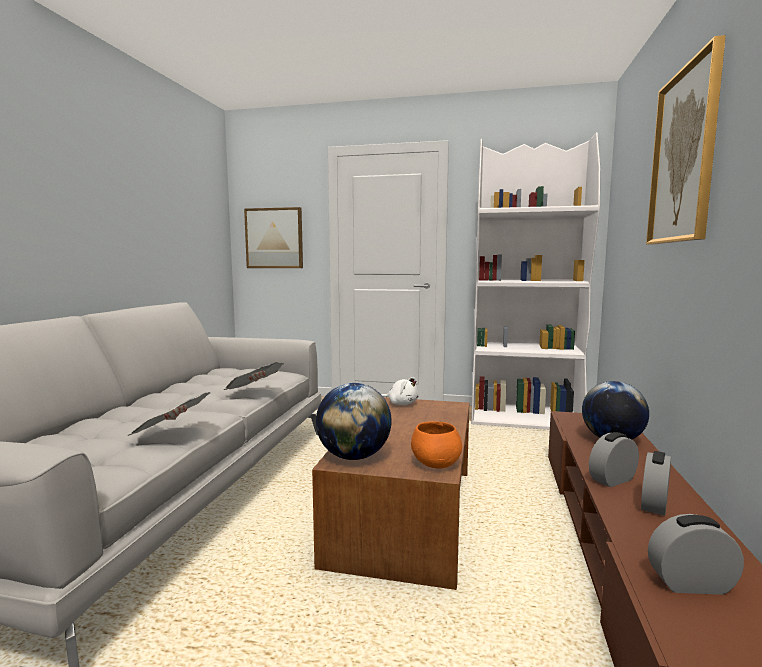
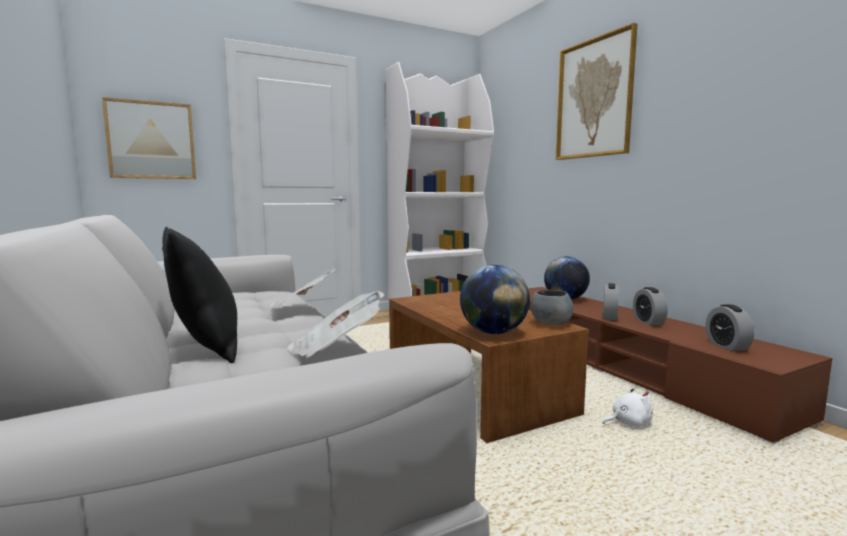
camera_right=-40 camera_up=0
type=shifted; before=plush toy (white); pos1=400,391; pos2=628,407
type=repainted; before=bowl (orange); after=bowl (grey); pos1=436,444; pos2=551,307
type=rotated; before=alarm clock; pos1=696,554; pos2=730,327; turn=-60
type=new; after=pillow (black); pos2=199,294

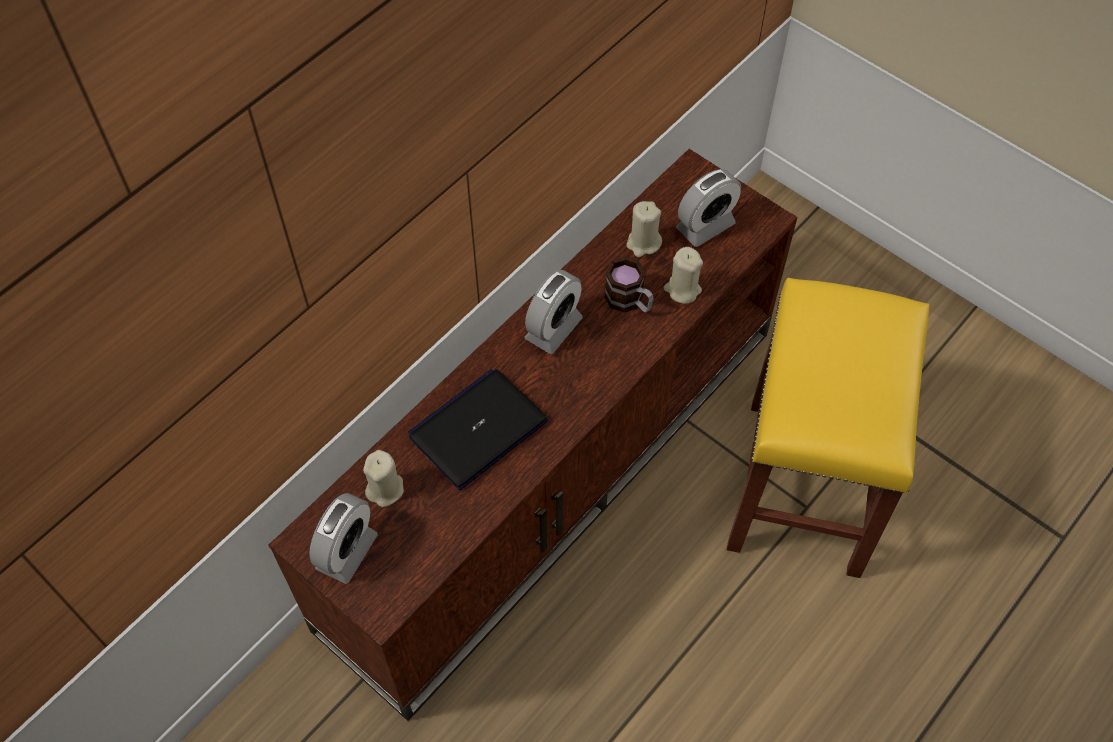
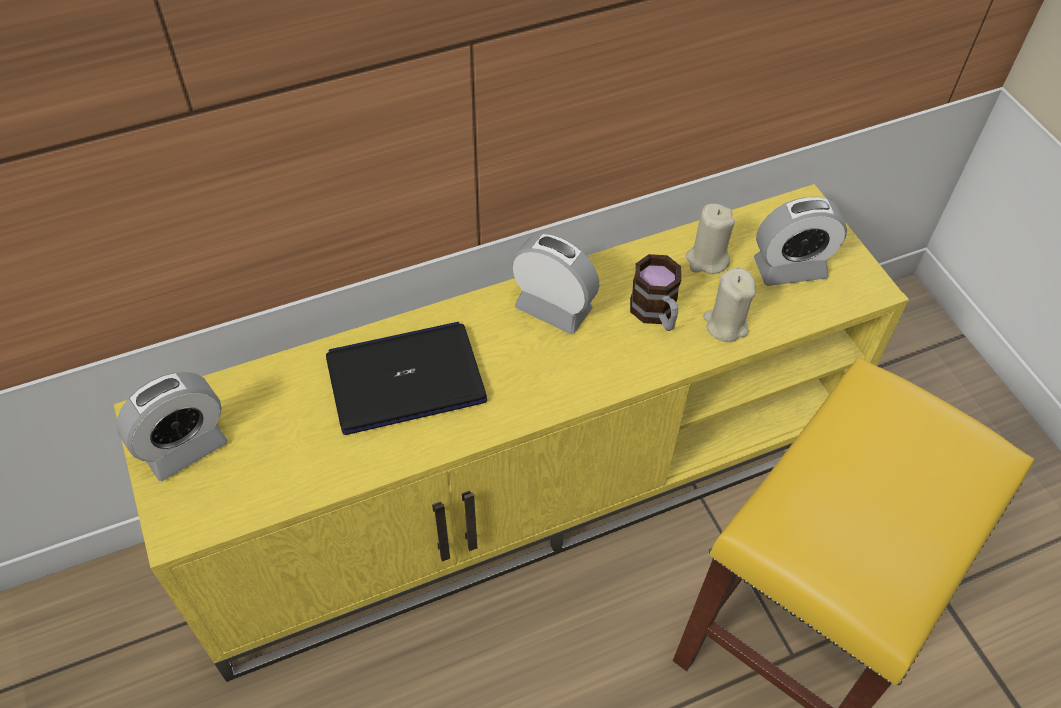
camera_right=25 camera_up=-5
type=repainted; before=tv stand (brown); after=tv stand (yellow); pos1=533,435; pos2=511,433
type=gone; before=candle (beige); pos1=383,478
type=rotated; before=alarm clock; pos1=554,312; pos2=555,284; turn=-120

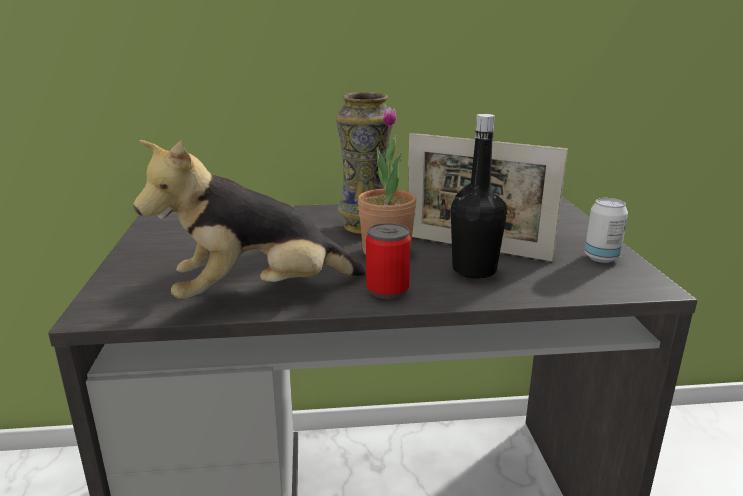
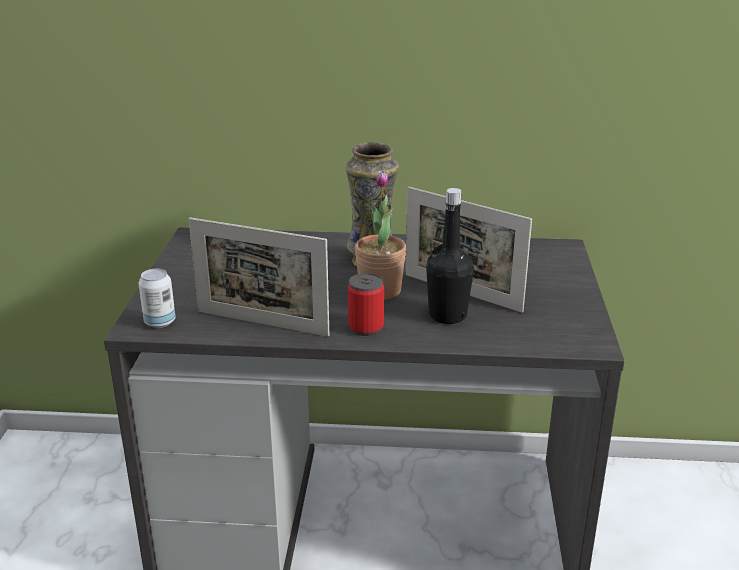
camera_right=10 camera_up=5
type=swapped; before=plush toy; after=picture frame; pos1=249,220; pos2=259,277
type=shifted; before=can; pos1=606,230; pos2=157,298

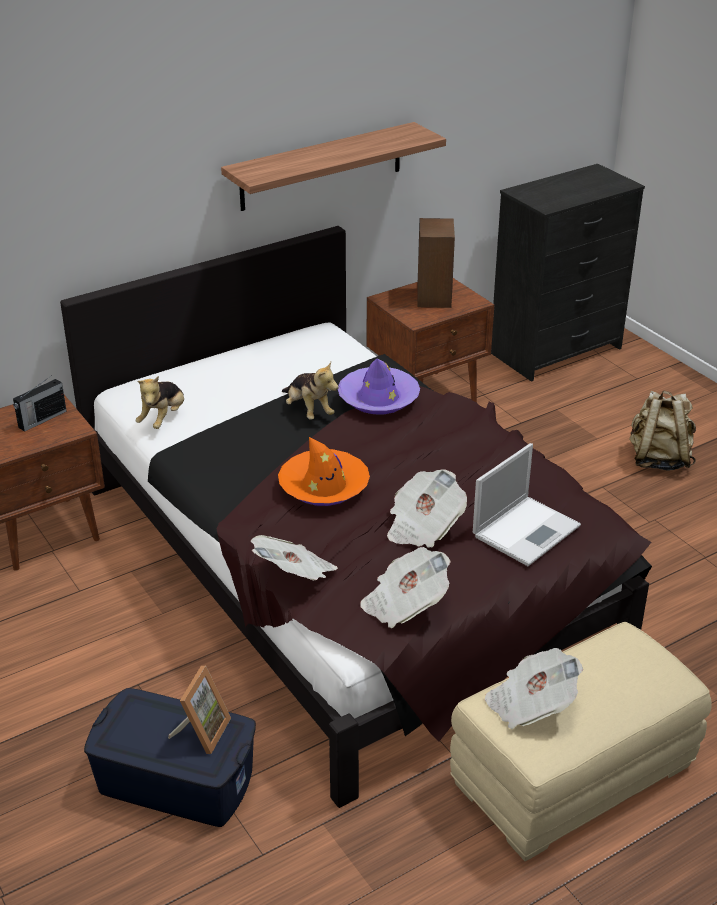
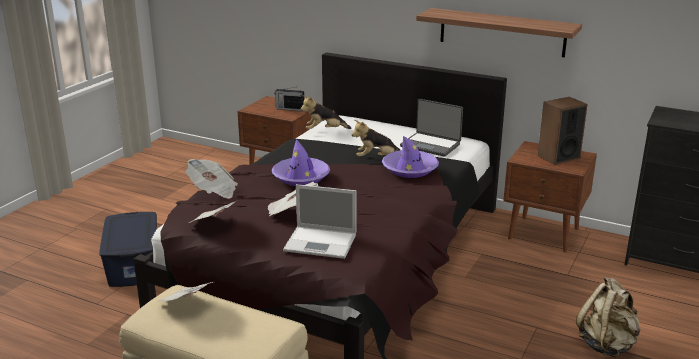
camera_right=60 camera_up=-10
type=gone; before=picture frame; pos1=199,710
type=repainted; before=hat (orange); after=hat (purple); pos1=324,471; pos2=301,162
type=rotated; before=plush toy; pos1=310,391; pos2=376,138; turn=60
type=new; after=laptop; pos2=431,128

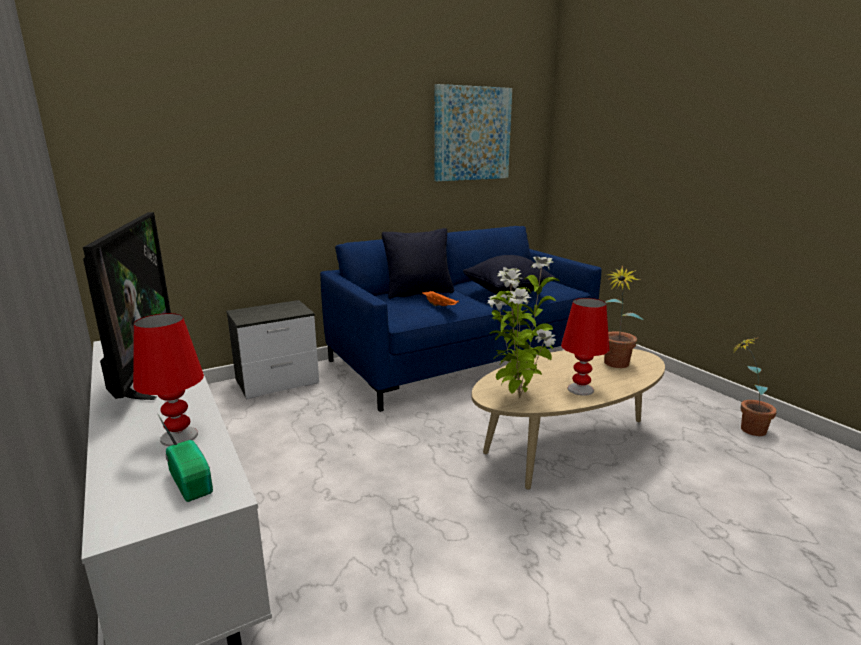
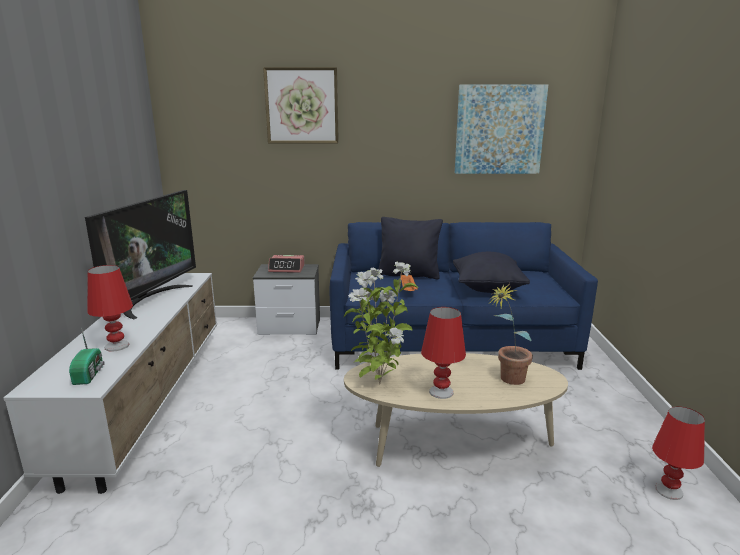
camera_right=30 camera_up=0
type=swapped; before=potted plant; after=table lamp (red); pos1=755,386; pos2=678,453
type=new; after=picture; pos2=301,105
type=new; after=alarm clock; pos2=286,264

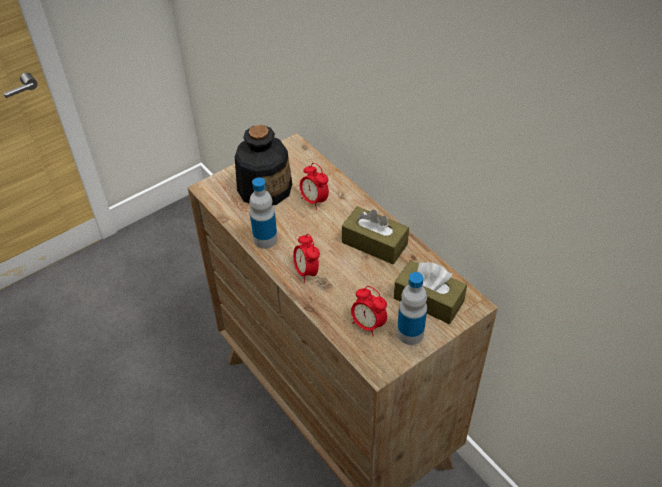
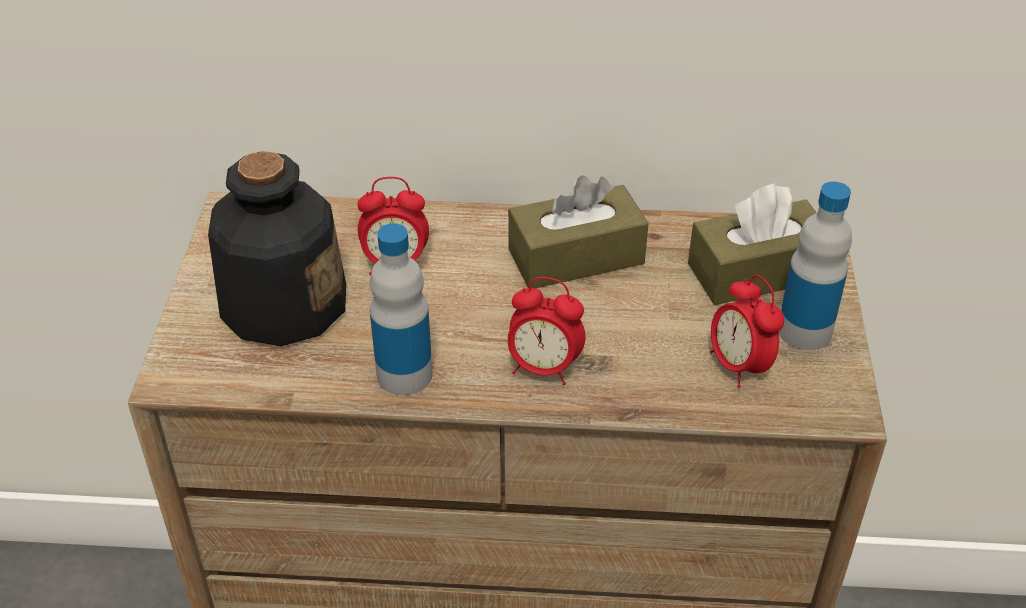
camera_right=-50 camera_up=-5
type=rotated; before=alarm clock; pos1=369,311; pos2=747,331; turn=75

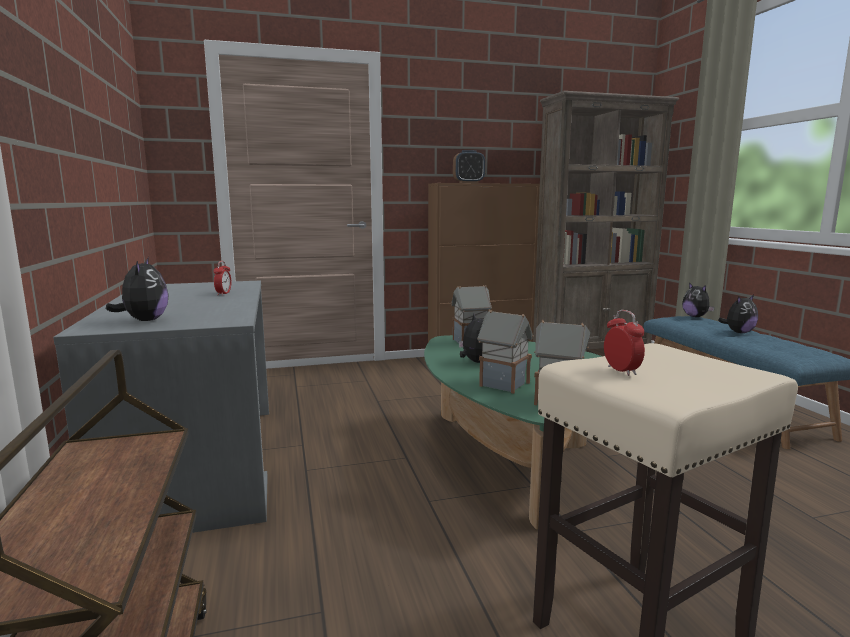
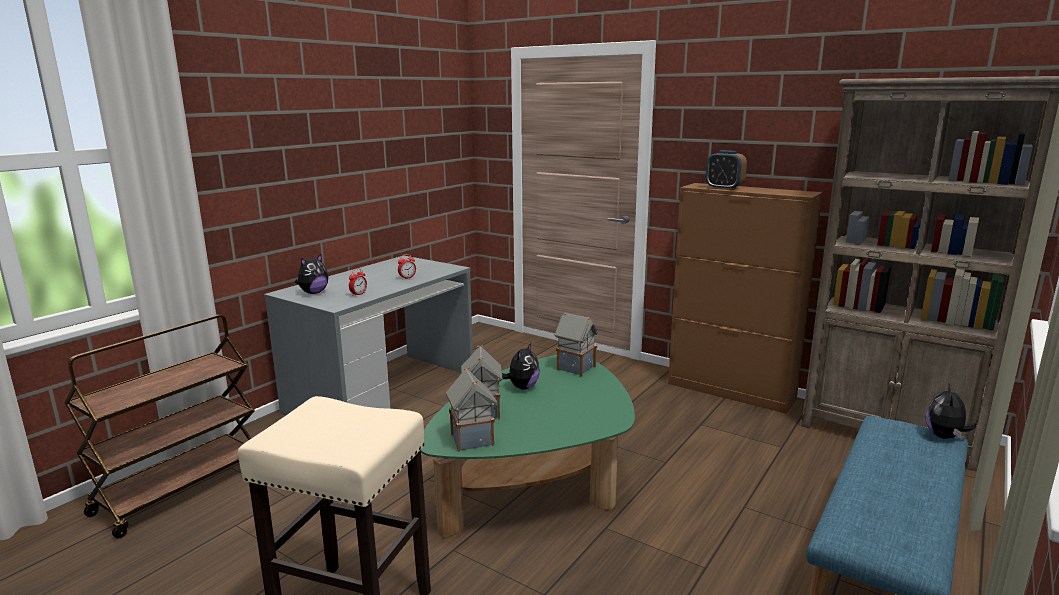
camera_right=50 camera_up=5
type=shifted; before=alarm clock; pos1=624,343; pos2=358,282
type=gone; before=plush toy; pos1=738,314

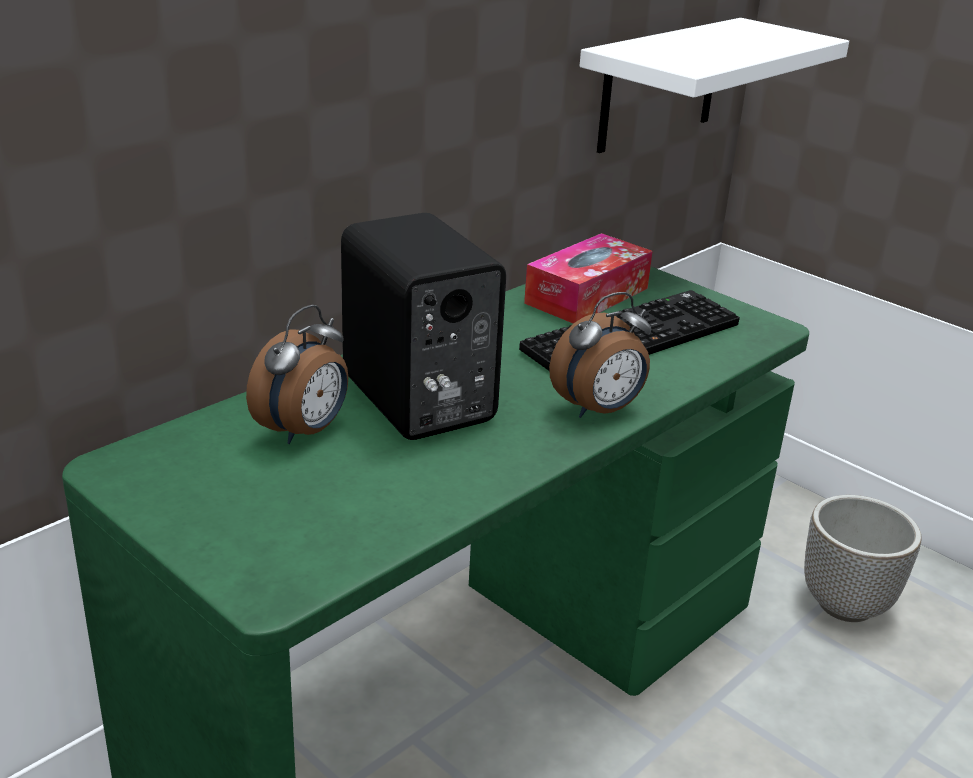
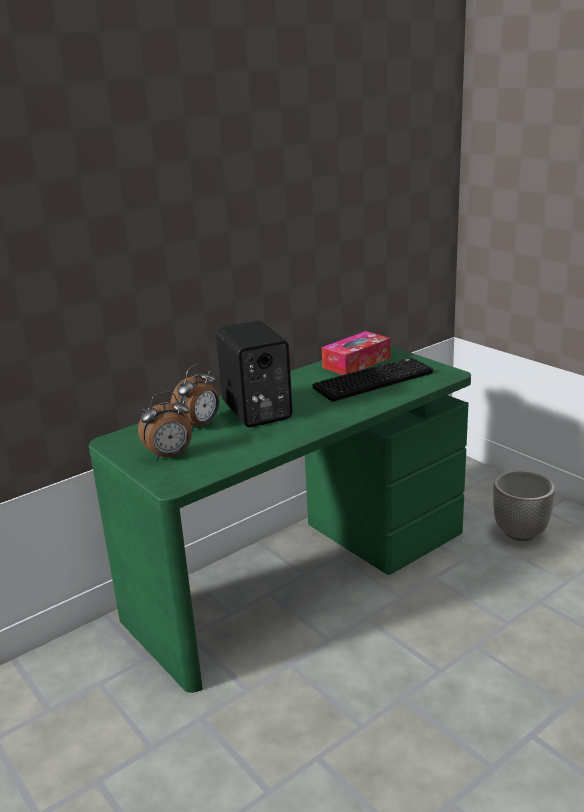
camera_right=10 camera_up=-5
type=shifted; before=alarm clock; pos1=600,355; pos2=165,425
type=gone; before=shelf (white); pos1=714,85

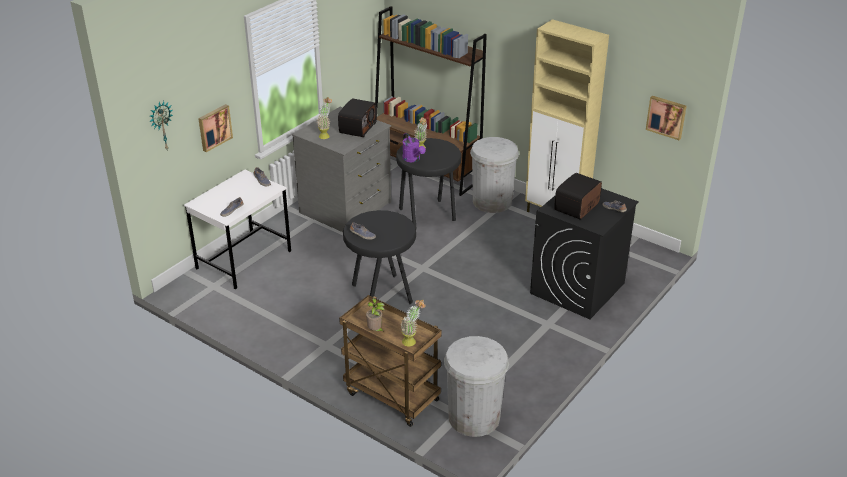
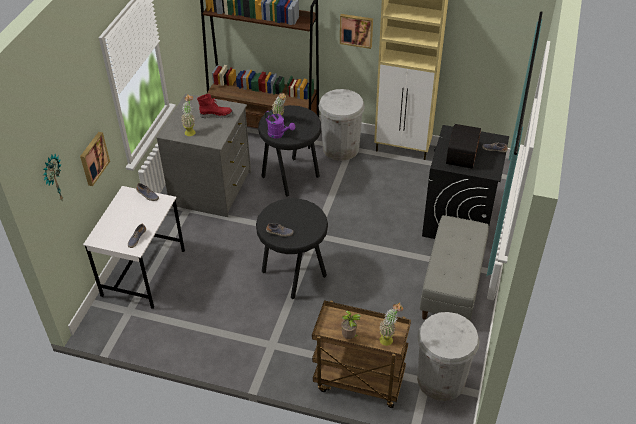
camera_right=-20 camera_up=10
type=swapped; before=radio; after=boot (red); pos1=357,117; pos2=215,106
type=shifted; before=picture; pos1=666,118; pos2=356,31
type=new; after=bench (grey); pos2=454,268

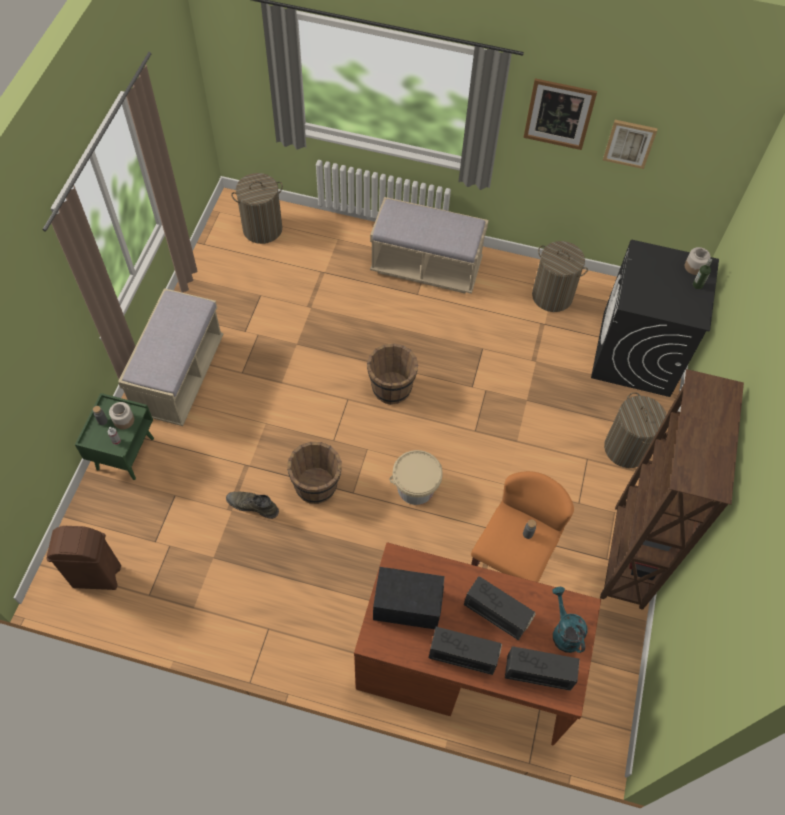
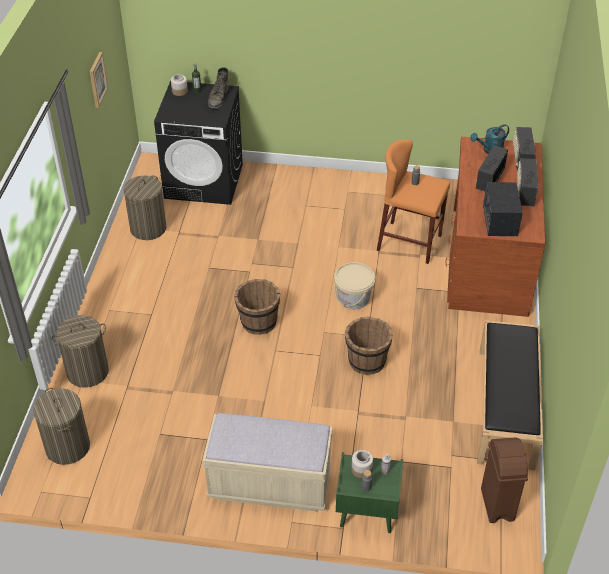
camera_right=-95 camera_up=-15
type=shifted; before=boot (green); pos1=252,505; pos2=218,88
type=gone; before=bench (beige); pos1=429,245
type=gone; before=picture; pos1=560,114
type=gone; before=bookcase (brown); pos1=672,489
type=shifted; before=laundry basket; pos1=635,430; pos2=80,351
type=new; after=bench (black); pos2=510,395

